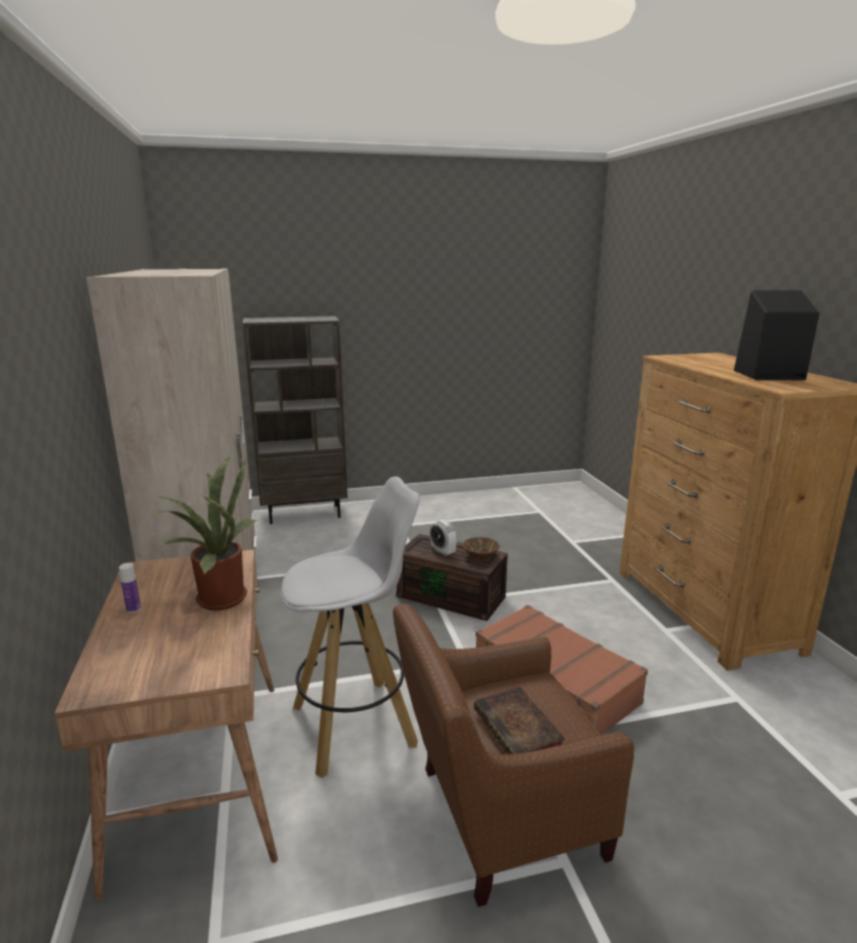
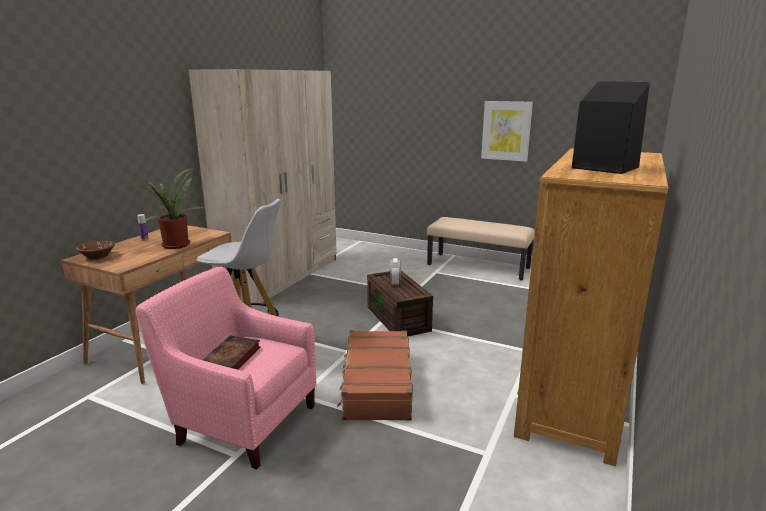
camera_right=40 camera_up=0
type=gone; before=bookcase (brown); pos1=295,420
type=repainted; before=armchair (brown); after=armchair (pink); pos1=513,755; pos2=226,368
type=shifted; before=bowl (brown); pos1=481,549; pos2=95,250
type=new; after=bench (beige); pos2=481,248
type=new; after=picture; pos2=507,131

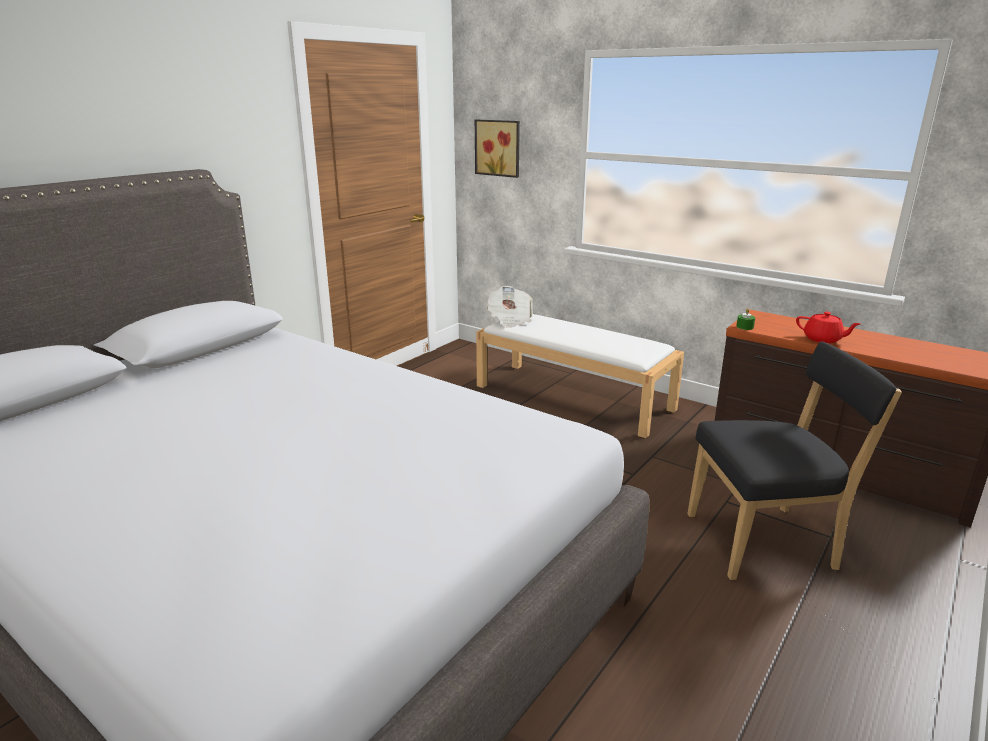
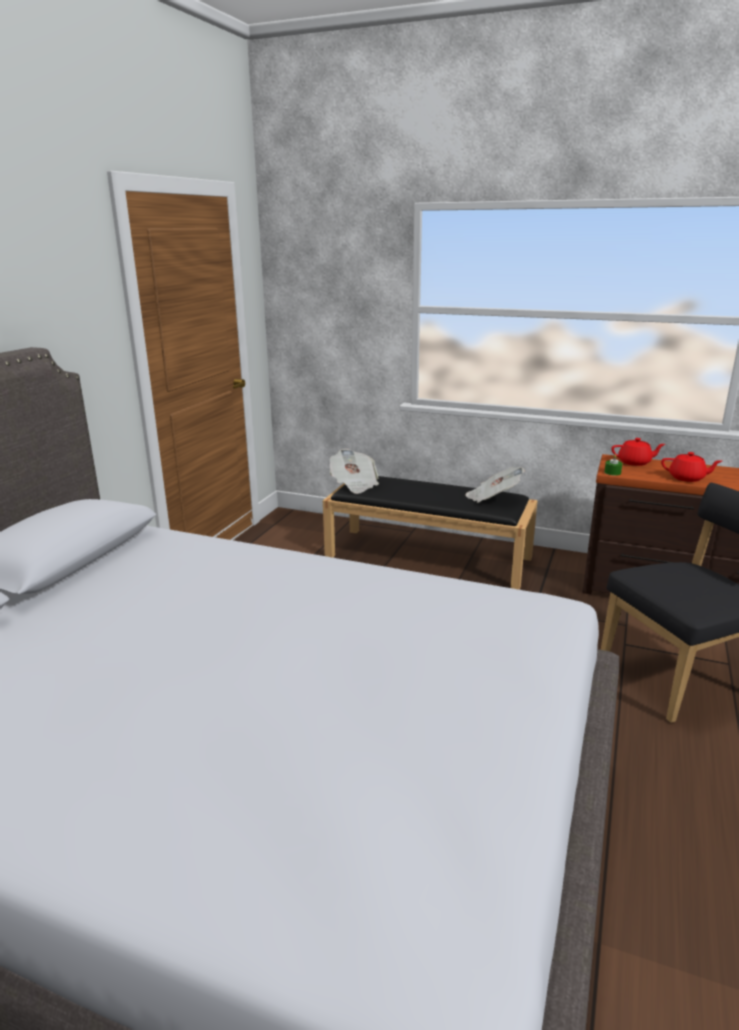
camera_right=-15 camera_up=0
type=gone; before=picture; pos1=497,149
type=repainted; before=bench (white); after=bench (black); pos1=580,376; pos2=430,533
type=new; after=newspaper; pos2=495,485
type=new; after=teapot (red); pos2=638,452

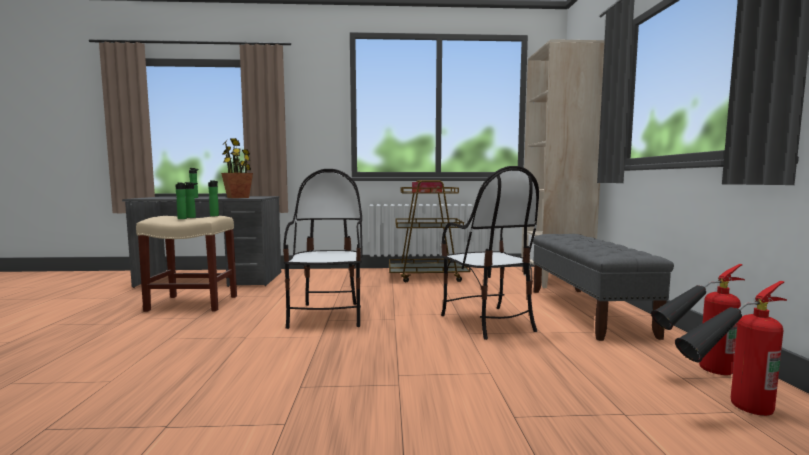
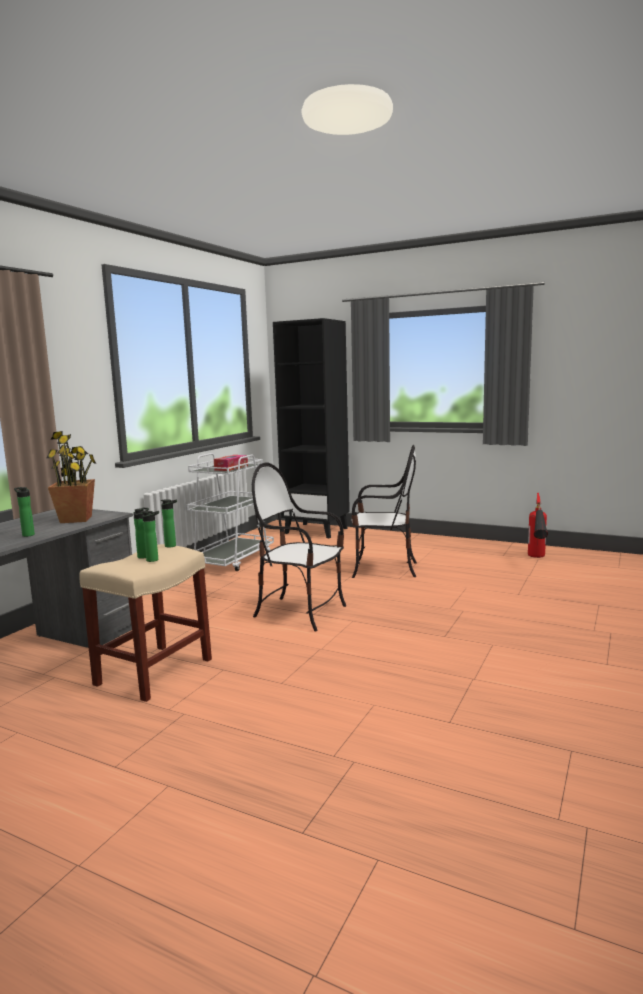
camera_right=-60 camera_up=5
type=repainted; before=cart (brown); after=cart (white); pos1=429,231; pos2=230,512
type=repainted; before=bookcase (beige); after=bookcase (black); pos1=563,163; pos2=311,428
type=gone; before=bench (grey); pos1=603,287
type=gone; before=fire extinguisher; pos1=698,319

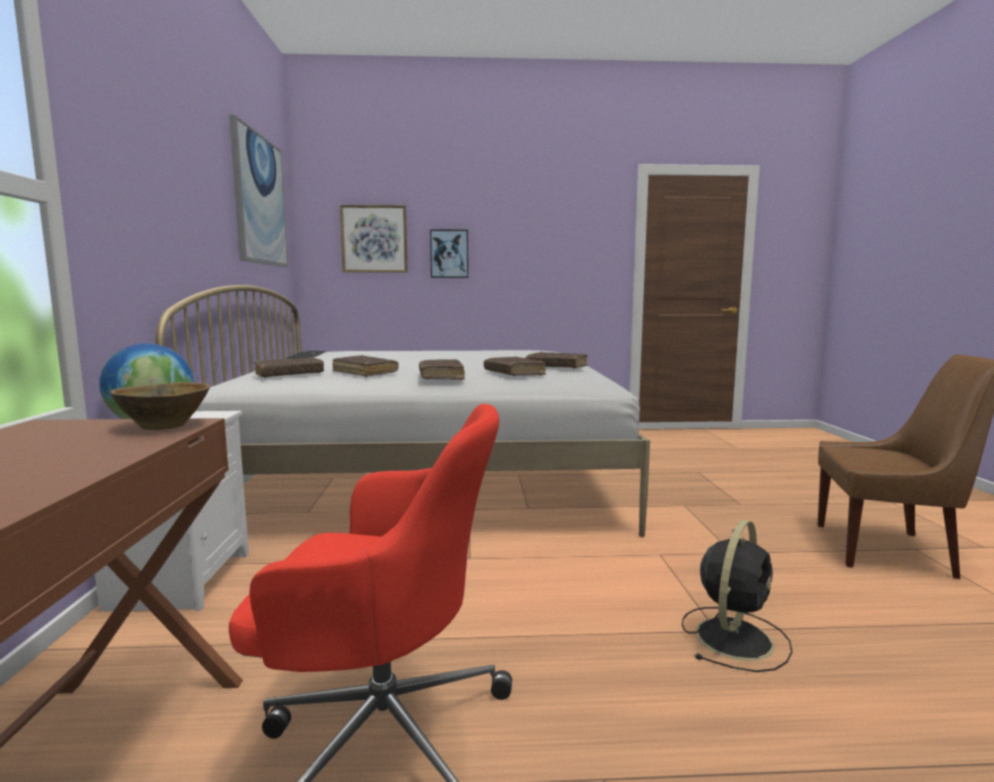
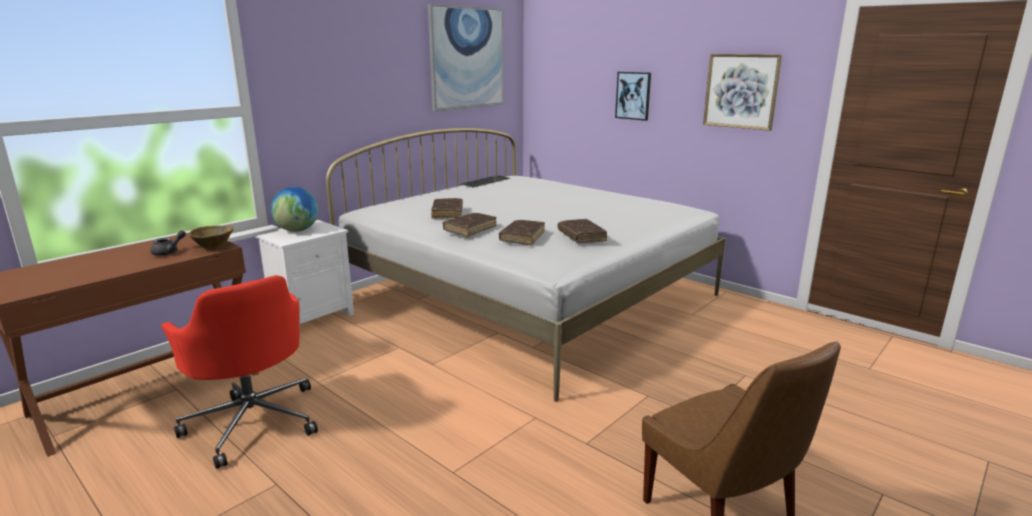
camera_right=45 camera_up=10
type=gone; before=book (brown); pos1=289,367
type=shifted; before=picture; pos1=374,238; pos2=742,92
type=gone; before=fan (black); pos1=737,596
type=new; after=teapot (grey); pos2=168,243

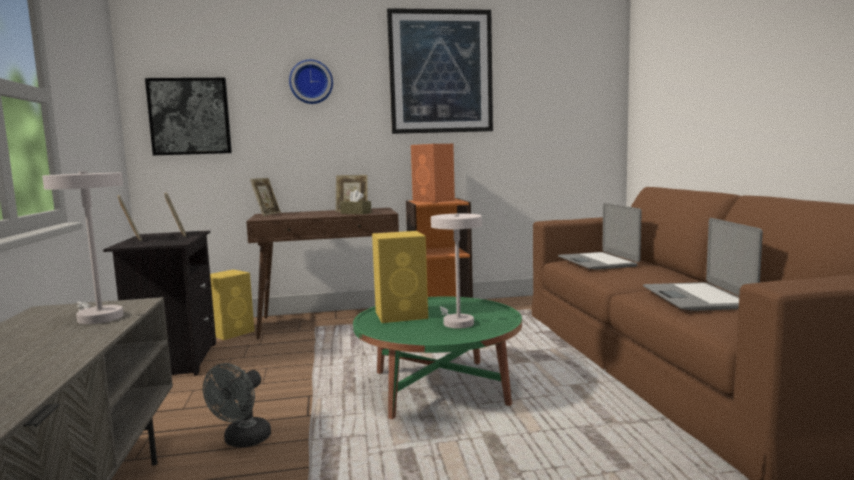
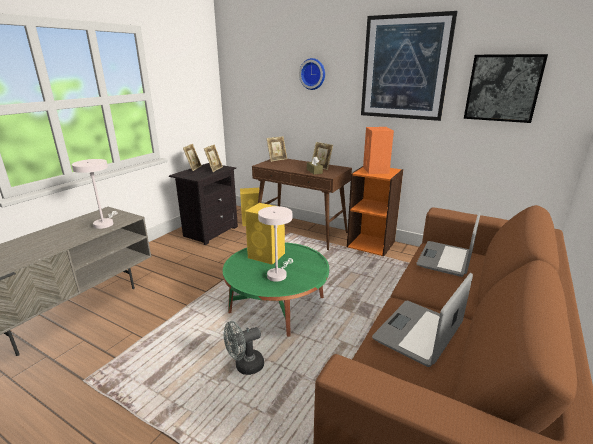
camera_right=40 camera_up=15
type=shifted; before=picture; pos1=188,116; pos2=506,88
type=shifted; before=fan (grey); pos1=237,405; pos2=244,348

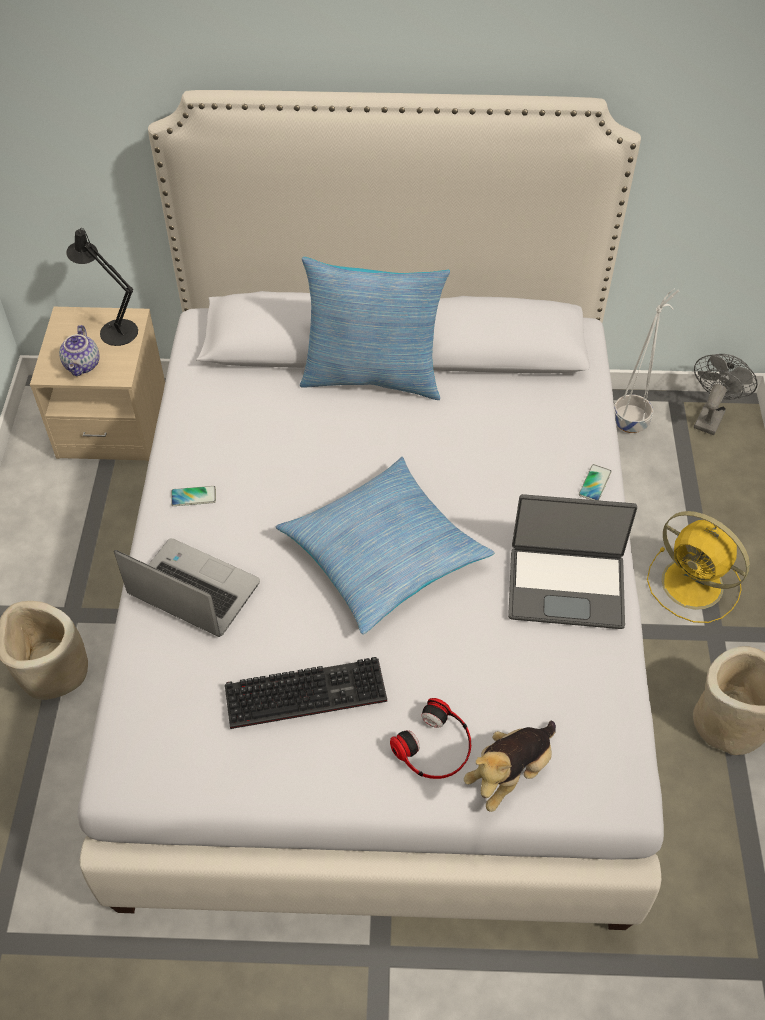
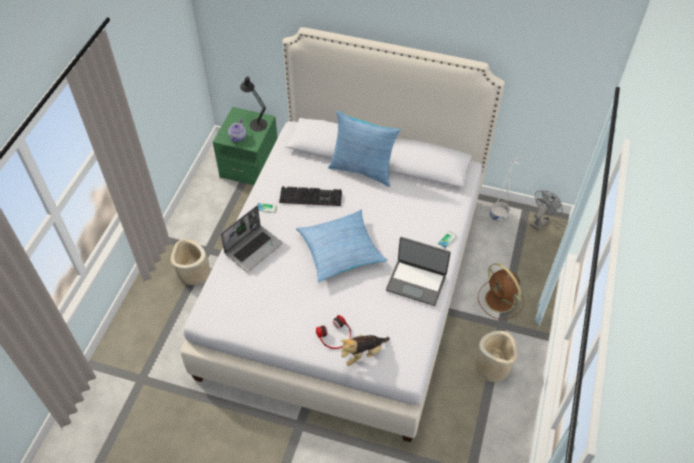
camera_right=15 camera_up=0
type=repainted; before=nightstand (beige); after=nightstand (green); pos1=97,384; pos2=245,146
type=rotated; before=laptop; pos1=187,587; pos2=252,239; turn=90
type=shifted; before=keyboard; pos1=306,693; pos2=310,196
type=repainted; before=fan (yellow); after=fan (brown); pos1=698,567; pos2=501,291

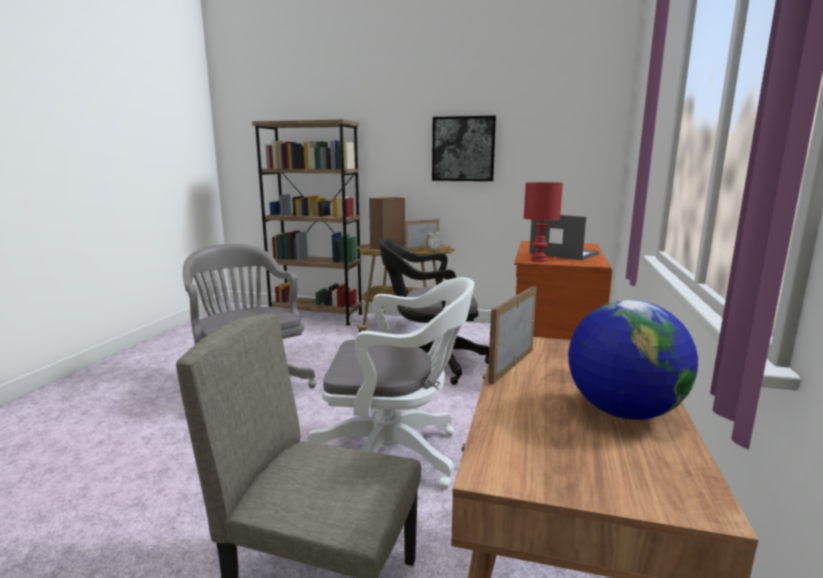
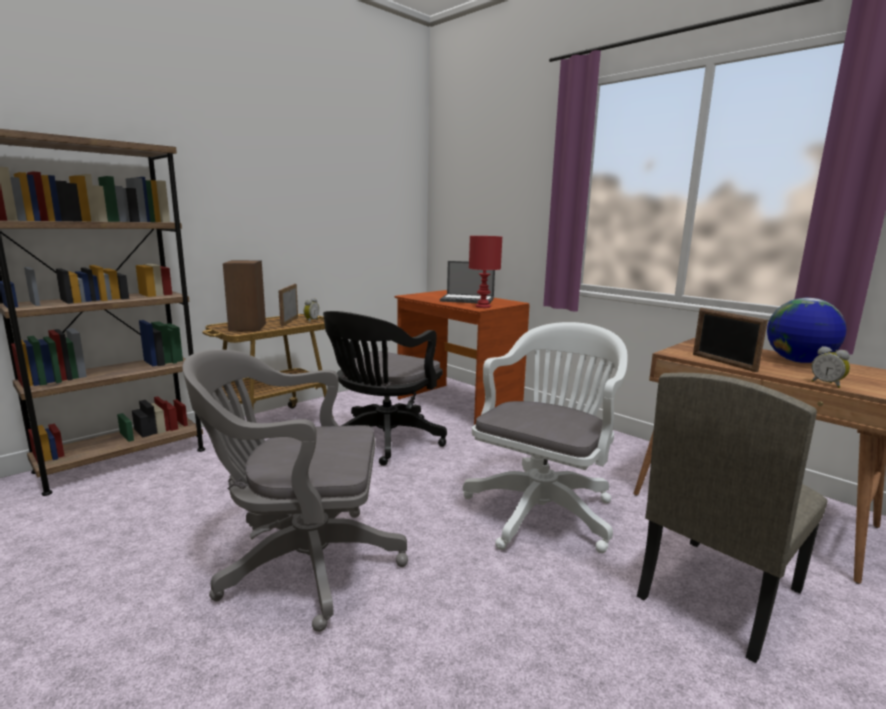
camera_right=-60 camera_up=0
type=gone; before=picture; pos1=464,148
type=rotated; before=laptop; pos1=564,237; pos2=467,282; turn=-150
type=new; after=alarm clock; pos2=830,367

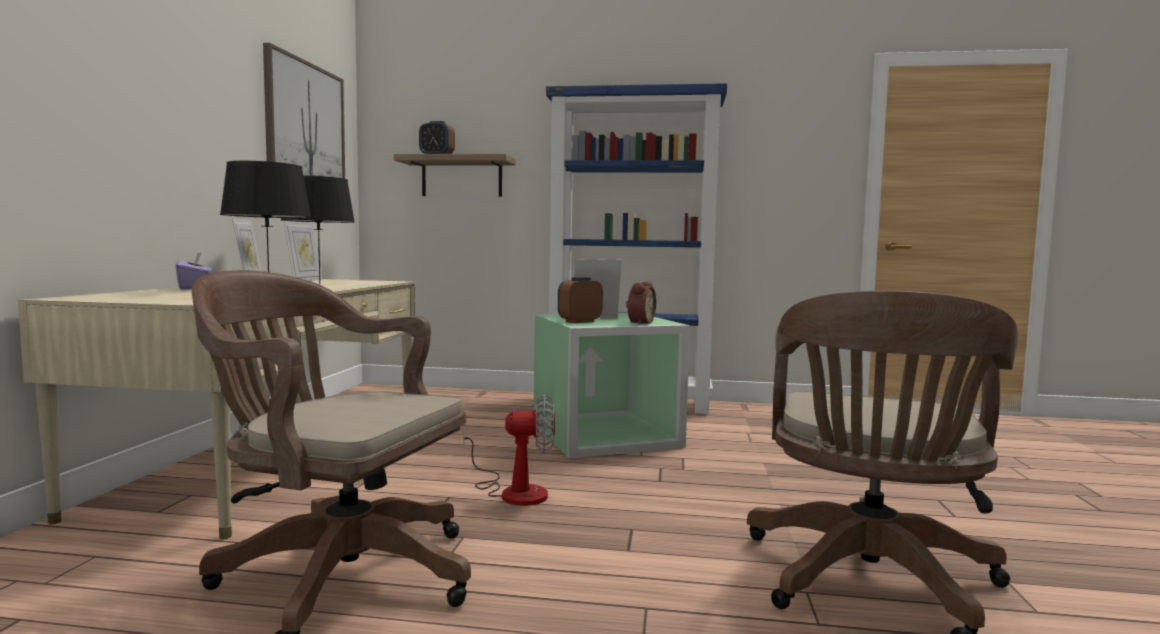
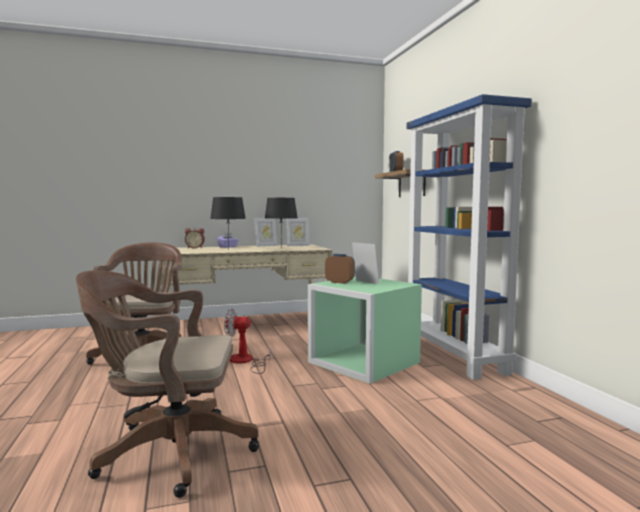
camera_right=65 camera_up=0
type=gone; before=picture; pos1=304,111
type=rotated; before=fan; pos1=509,450; pos2=247,341; turn=120
type=shifted; before=alarm clock; pos1=641,303; pos2=195,238

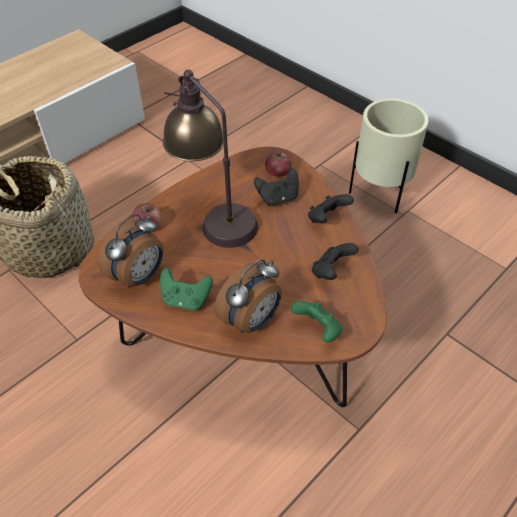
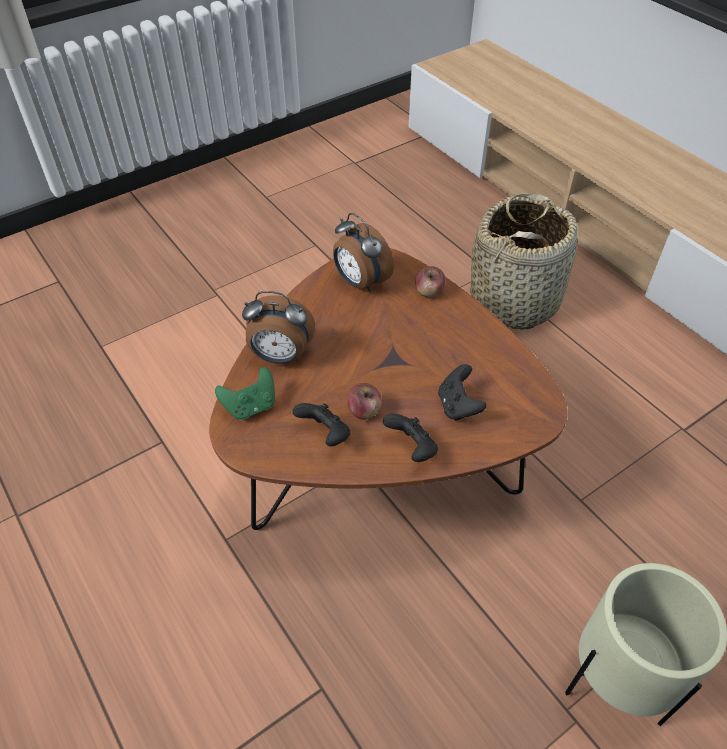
camera_right=100 camera_up=0
type=gone; before=game controller (green); pos1=186,289
type=gone; before=table lamp; pos1=210,159
type=rotated; before=alarm clock; pos1=248,296; pos2=278,327; turn=-45
type=shifted; before=apple; pos1=278,164; pos2=365,401

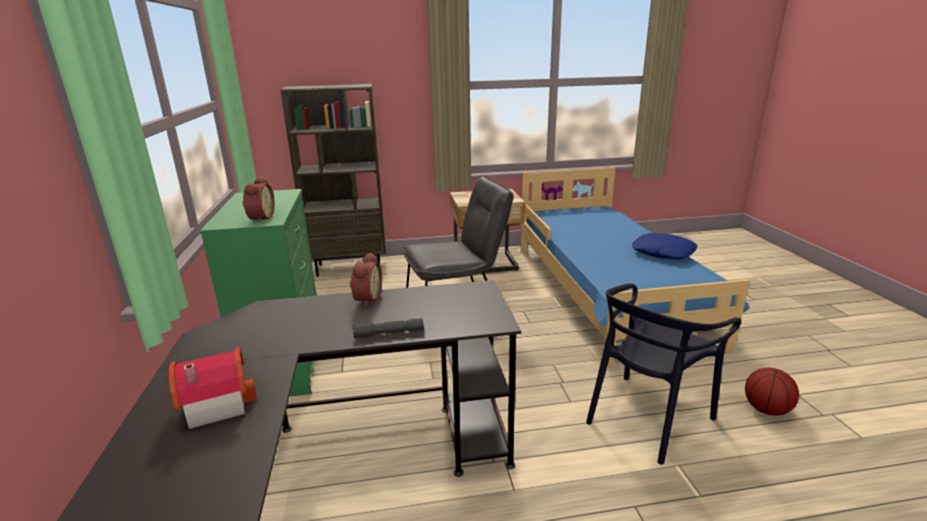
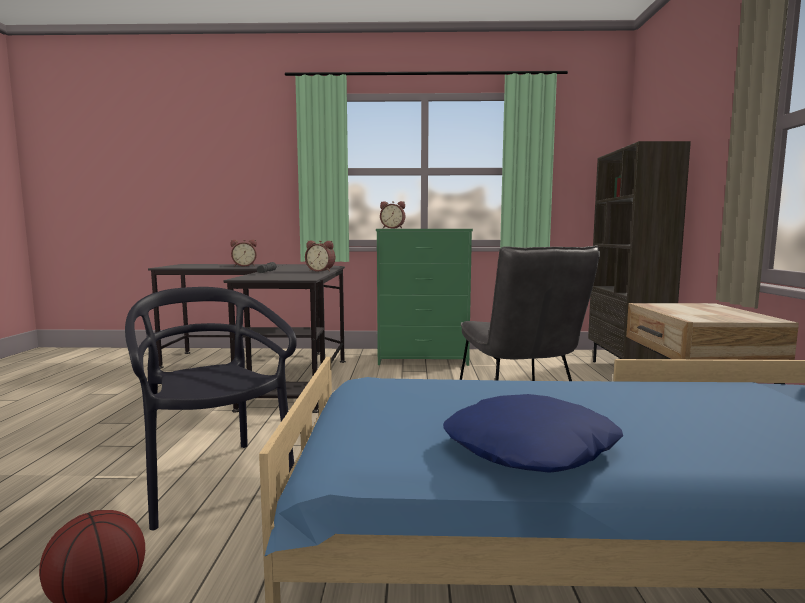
camera_right=100 camera_up=-15
type=swapped; before=toy house; after=alarm clock; pos1=213,388; pos2=243,253

